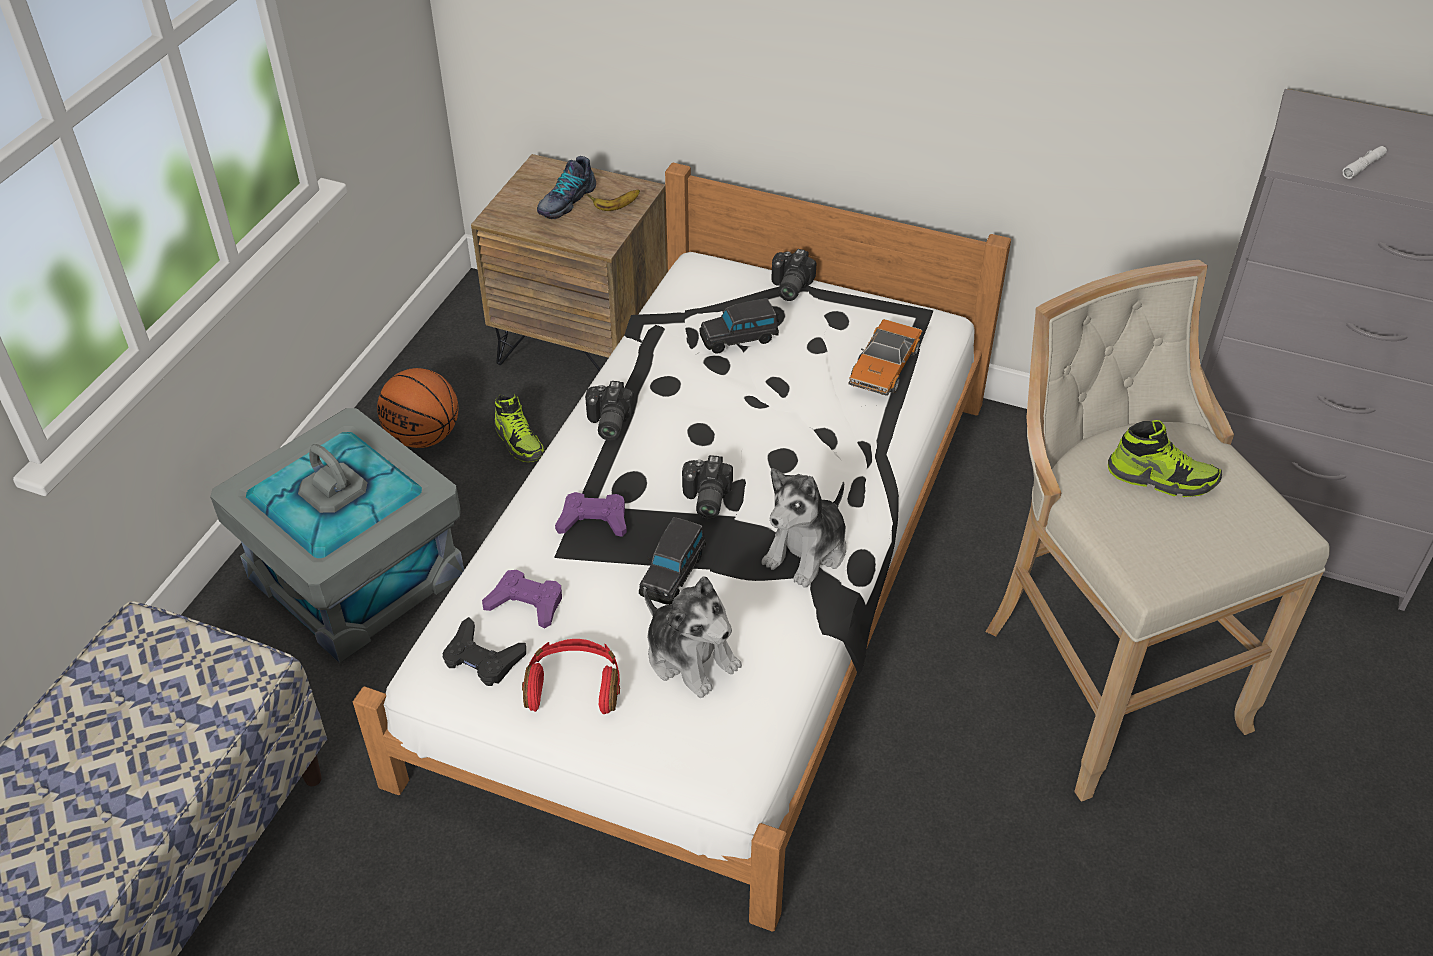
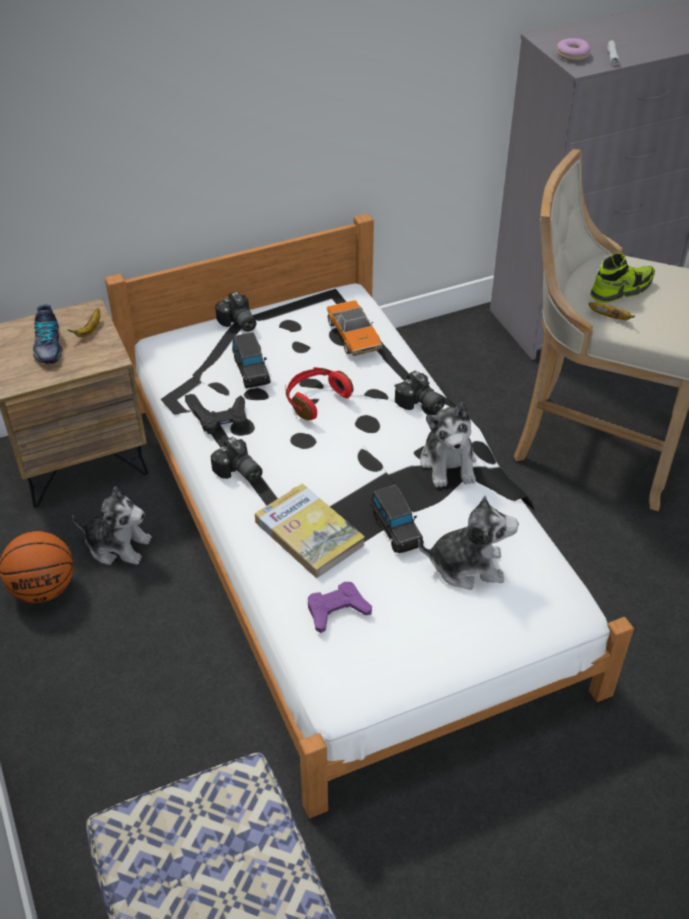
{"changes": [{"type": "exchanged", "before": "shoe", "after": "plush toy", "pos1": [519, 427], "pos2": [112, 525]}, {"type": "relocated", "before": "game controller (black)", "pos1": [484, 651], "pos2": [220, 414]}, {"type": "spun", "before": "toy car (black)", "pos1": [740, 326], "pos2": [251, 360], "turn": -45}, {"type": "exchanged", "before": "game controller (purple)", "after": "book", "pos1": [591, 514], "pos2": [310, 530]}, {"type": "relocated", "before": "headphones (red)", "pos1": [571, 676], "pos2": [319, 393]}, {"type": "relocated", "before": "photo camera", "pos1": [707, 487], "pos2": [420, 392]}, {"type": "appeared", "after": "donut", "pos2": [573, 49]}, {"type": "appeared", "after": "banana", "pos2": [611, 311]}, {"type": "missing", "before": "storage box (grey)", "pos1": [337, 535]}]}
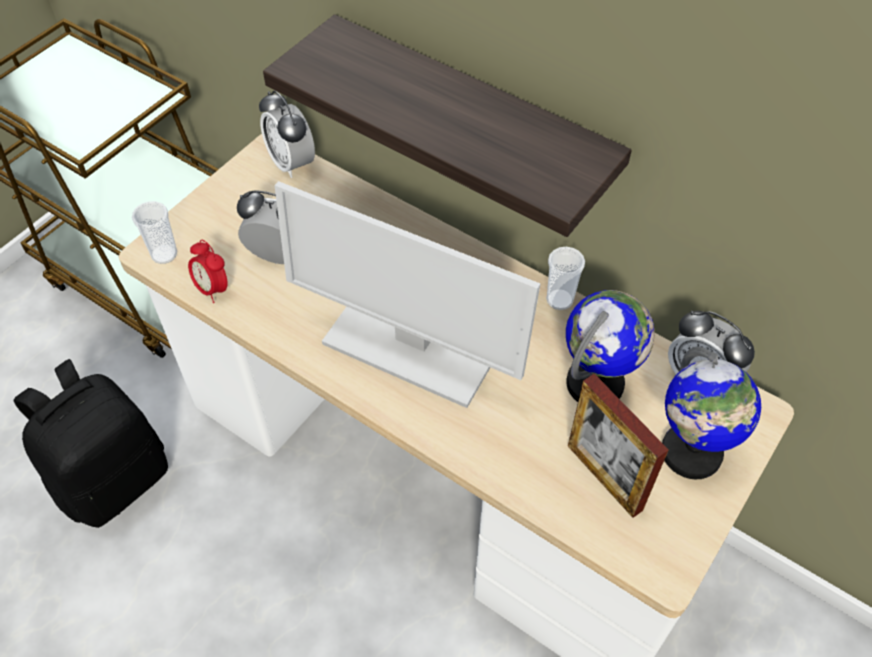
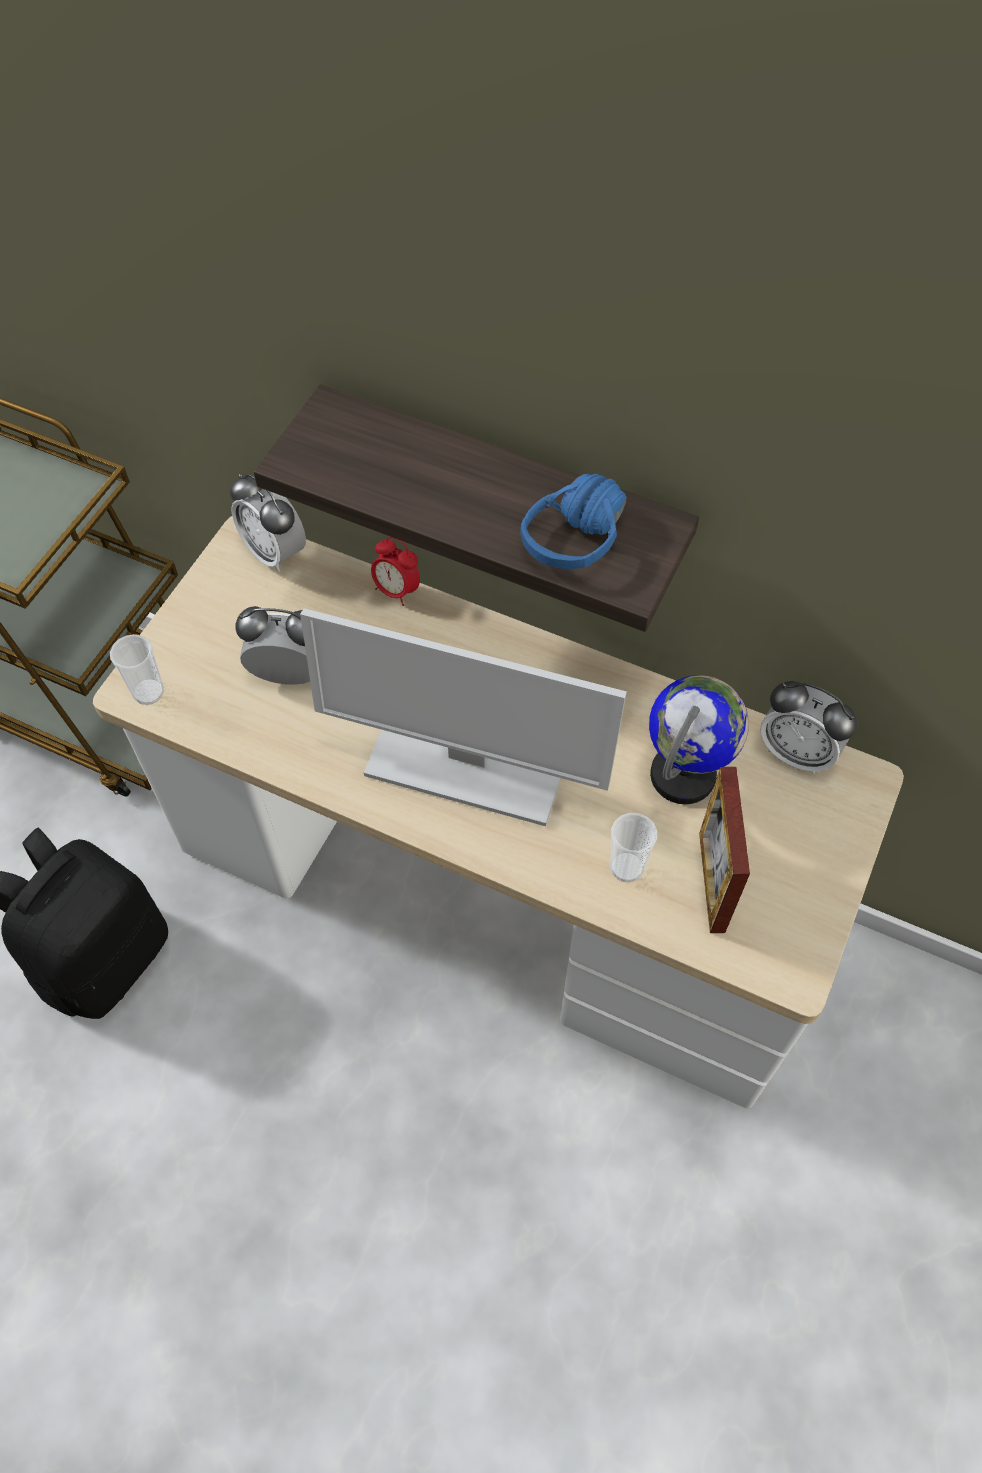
{"changes": [{"type": "relocated", "before": "alarm clock", "pos1": [208, 271], "pos2": [395, 571]}, {"type": "appeared", "after": "headphones (blue)", "pos2": [574, 521]}, {"type": "relocated", "before": "cup", "pos1": [565, 278], "pos2": [633, 847]}, {"type": "spun", "before": "picture frame", "pos1": [618, 446], "pos2": [724, 850], "turn": 45}, {"type": "missing", "before": "globe", "pos1": [711, 413]}]}
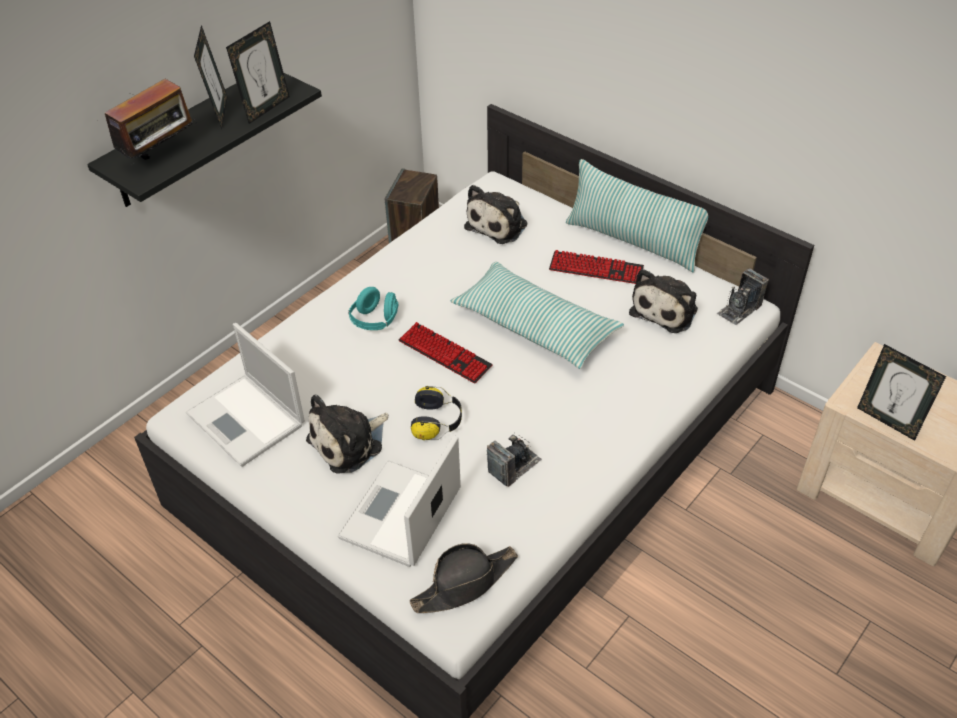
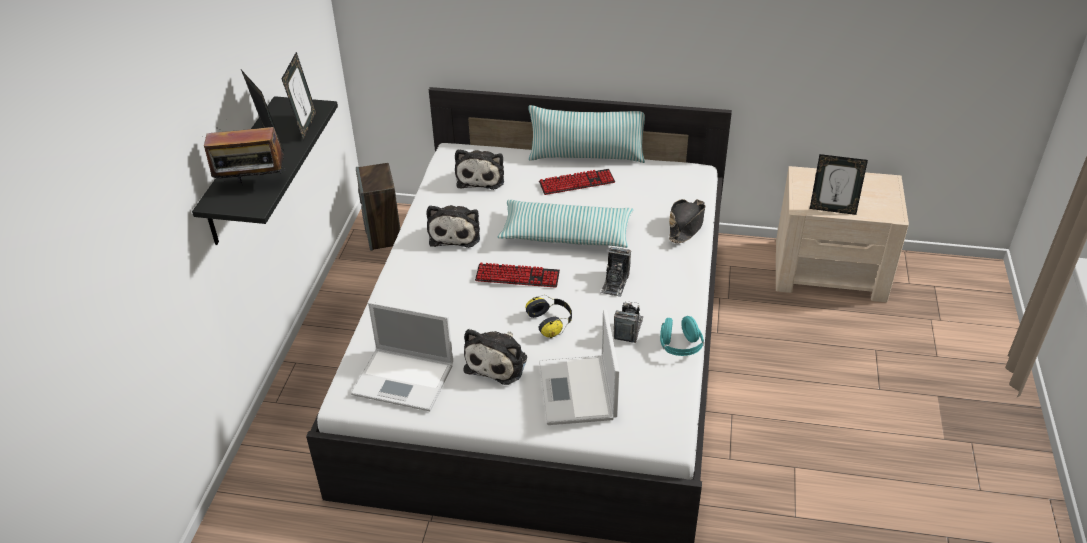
{"changes": [{"type": "spun", "before": "radio", "pos1": [151, 122], "pos2": [244, 155], "turn": 75}, {"type": "relocated", "before": "plush toy", "pos1": [663, 301], "pos2": [453, 226]}, {"type": "relocated", "before": "photo camera", "pos1": [743, 296], "pos2": [616, 272]}, {"type": "relocated", "before": "headphones (turquoise)", "pos1": [373, 308], "pos2": [682, 336]}, {"type": "relocated", "before": "hat (black)", "pos1": [464, 578], "pos2": [687, 221]}]}
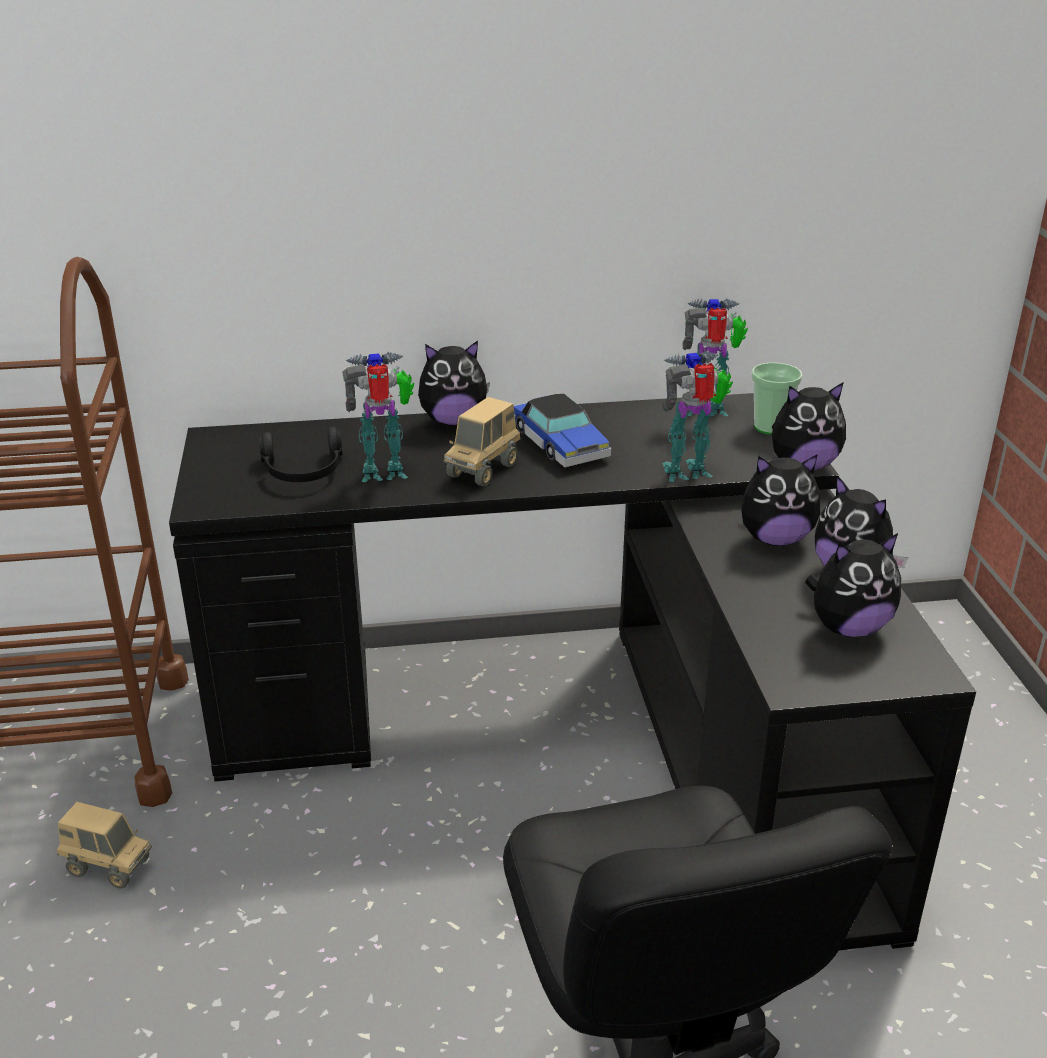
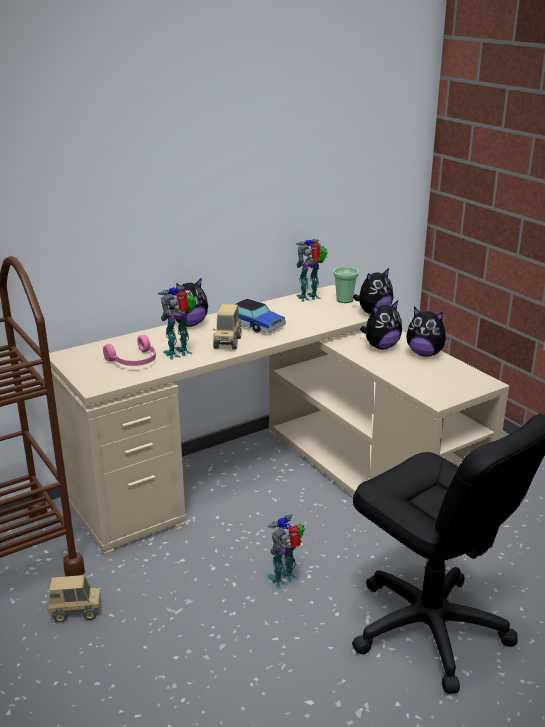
{"changes": [{"type": "colour", "before": "desk (black)", "after": "desk (beige)", "pos1": [572, 671], "pos2": [279, 420]}, {"type": "colour", "before": "headphones (black)", "after": "headphones (pink)", "pos1": [300, 454], "pos2": [129, 350]}, {"type": "relocated", "before": "toy robot", "pos1": [697, 416], "pos2": [286, 551]}, {"type": "missing", "before": "plush toy", "pos1": [853, 585]}]}
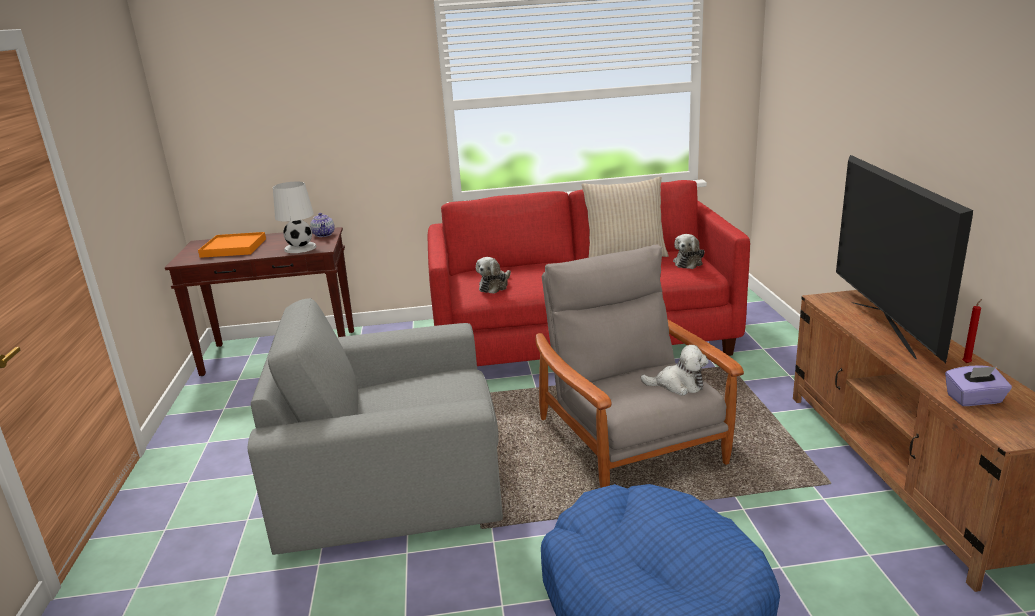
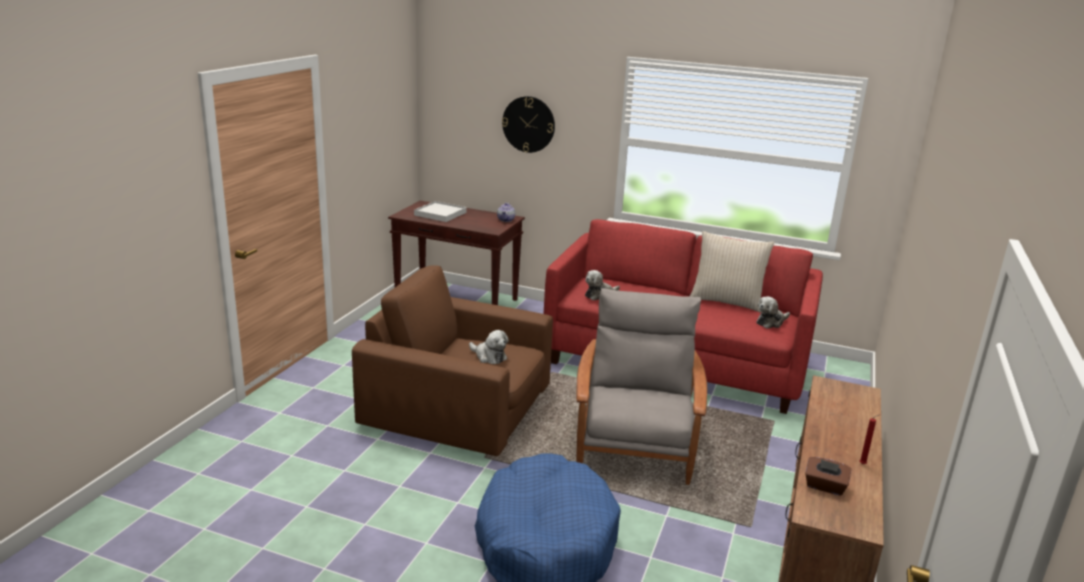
{"changes": [{"type": "colour", "before": "armchair (grey)", "after": "armchair (brown)", "pos1": [375, 426], "pos2": [452, 360]}, {"type": "colour", "before": "tray (orange)", "after": "tray (white)", "pos1": [232, 245], "pos2": [440, 211]}, {"type": "relocated", "before": "plush toy", "pos1": [674, 370], "pos2": [489, 347]}, {"type": "appeared", "after": "wall clock", "pos2": [528, 124]}, {"type": "colour", "before": "tissue box (purple)", "after": "tissue box (brown)", "pos1": [978, 386], "pos2": [828, 476]}, {"type": "missing", "before": "table lamp (white)", "pos1": [295, 217]}, {"type": "missing", "before": "television", "pos1": [904, 259]}]}
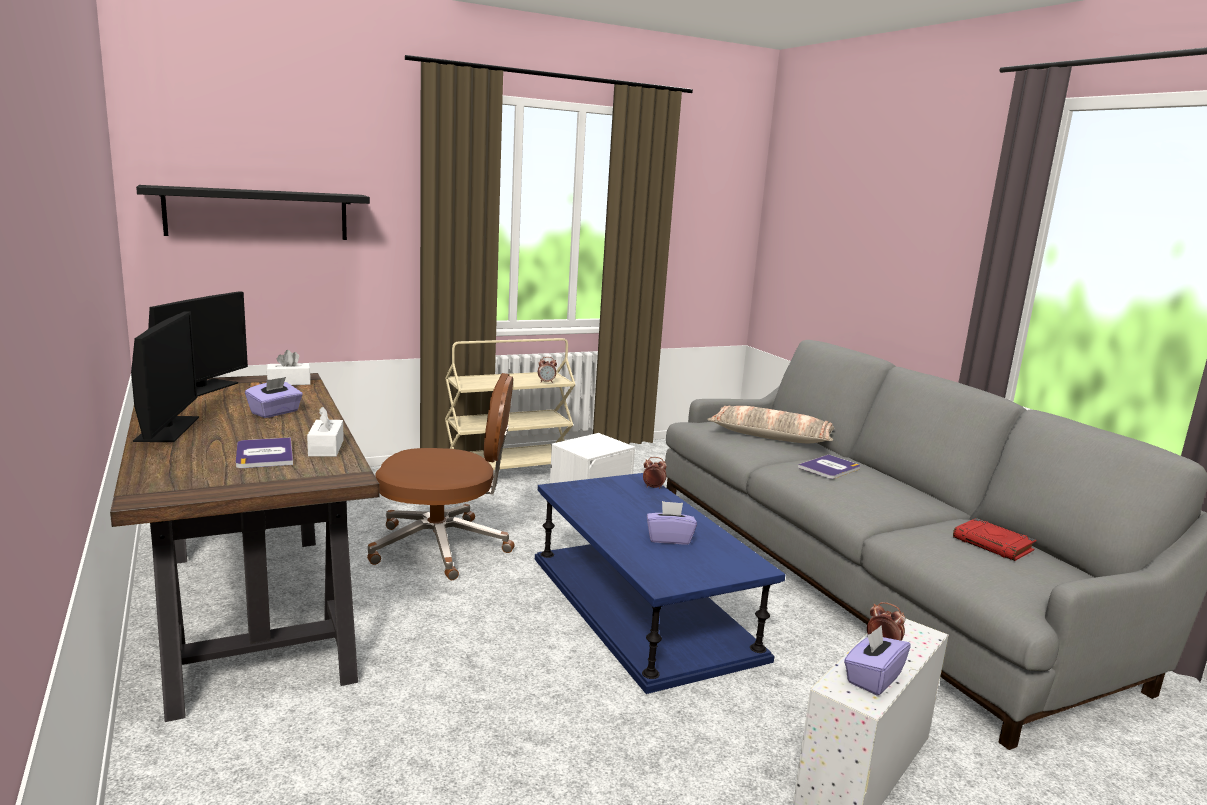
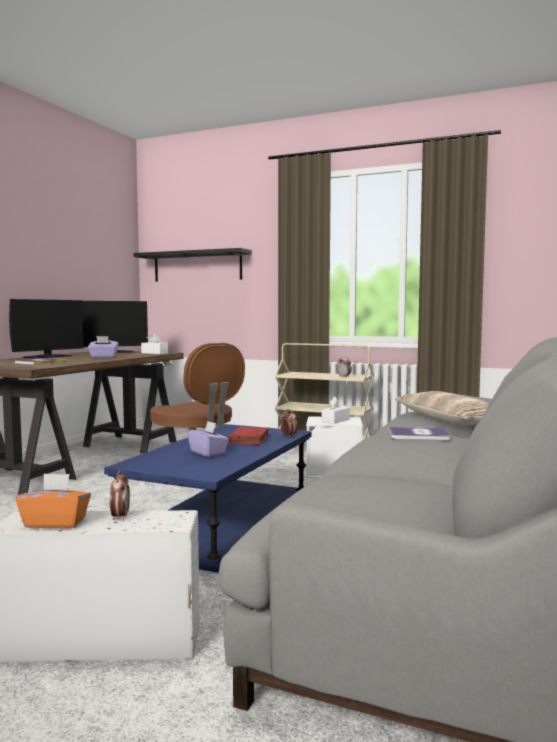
{"changes": [{"type": "colour", "before": "tissue box (purple)", "after": "tissue box (orange)", "pos1": [877, 660], "pos2": [53, 501]}, {"type": "relocated", "before": "book (red)", "pos1": [994, 539], "pos2": [248, 436]}, {"type": "relocated", "before": "tissue box (white)", "pos1": [325, 431], "pos2": [336, 410]}]}
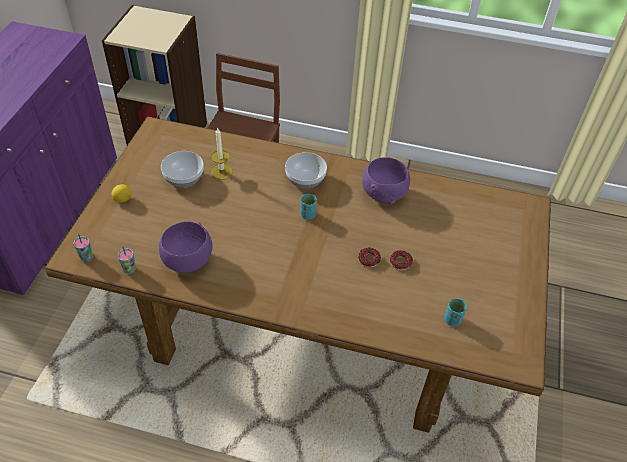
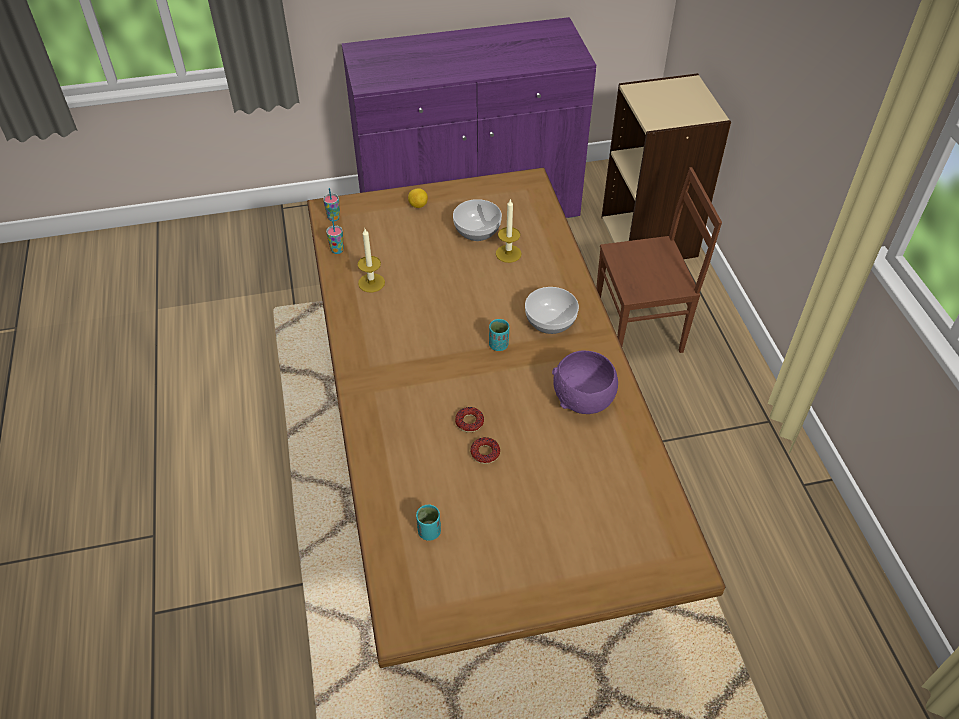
{"changes": [{"type": "exchanged", "before": "bowl (purple)", "after": "candle", "pos1": [185, 247], "pos2": [371, 260]}]}
